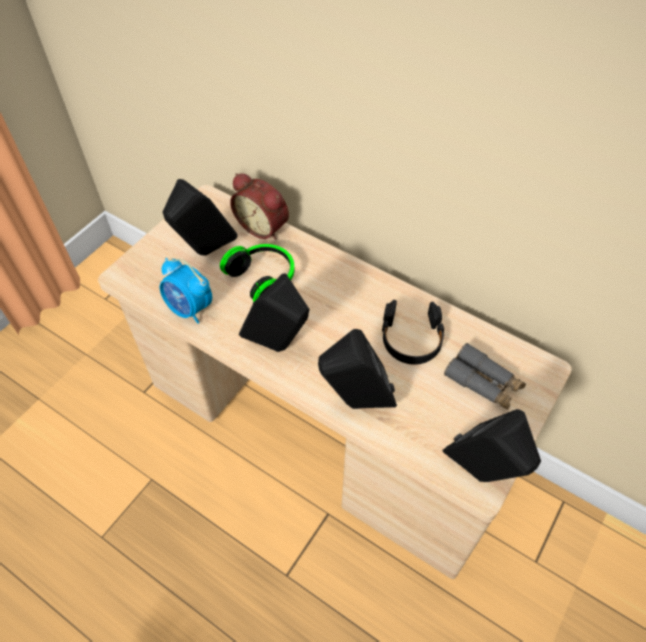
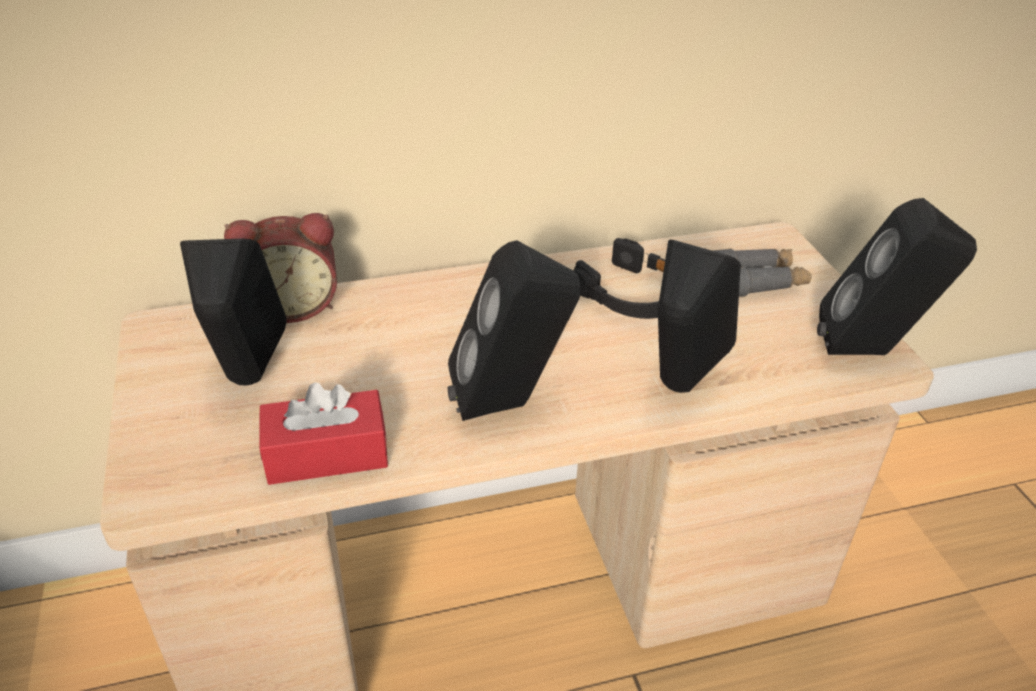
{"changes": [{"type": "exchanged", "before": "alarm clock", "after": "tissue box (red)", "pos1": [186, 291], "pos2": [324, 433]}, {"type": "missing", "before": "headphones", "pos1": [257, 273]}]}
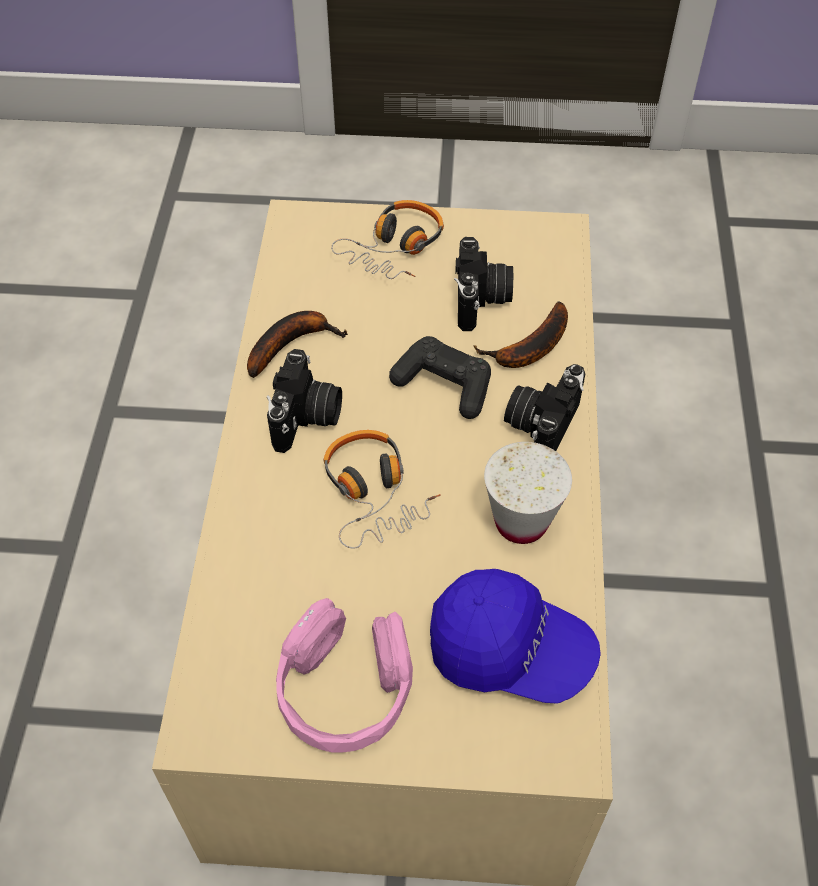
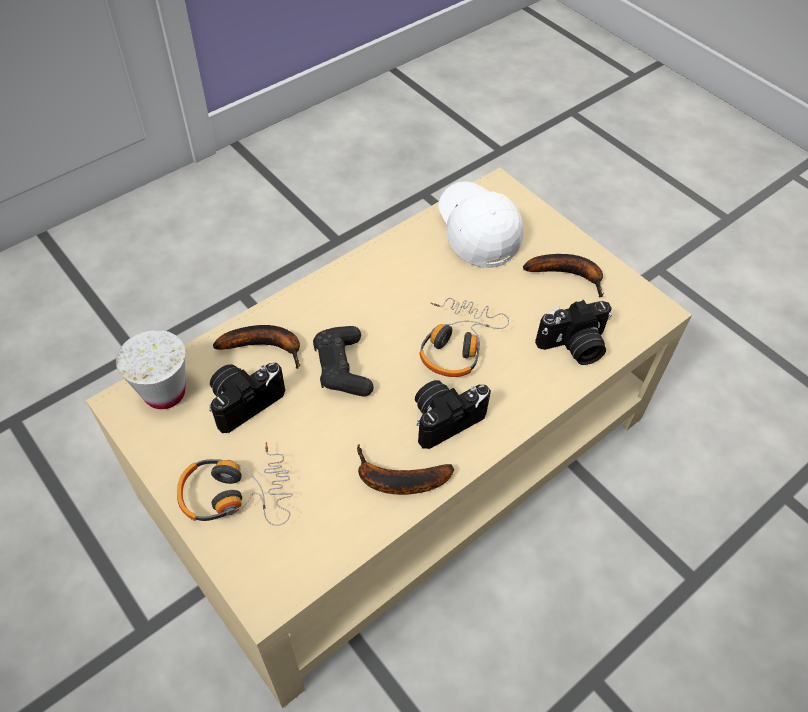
{"changes": [{"type": "relocated", "before": "cup (white)", "pos1": [528, 493], "pos2": [150, 369]}, {"type": "colour", "before": "cap (blue)", "after": "cap (white)", "pos1": [515, 636], "pos2": [480, 224]}, {"type": "exchanged", "before": "headphones (pink)", "after": "banana", "pos1": [344, 675], "pos2": [563, 275]}, {"type": "relocated", "before": "photo camera", "pos1": [544, 407], "pos2": [573, 332]}]}
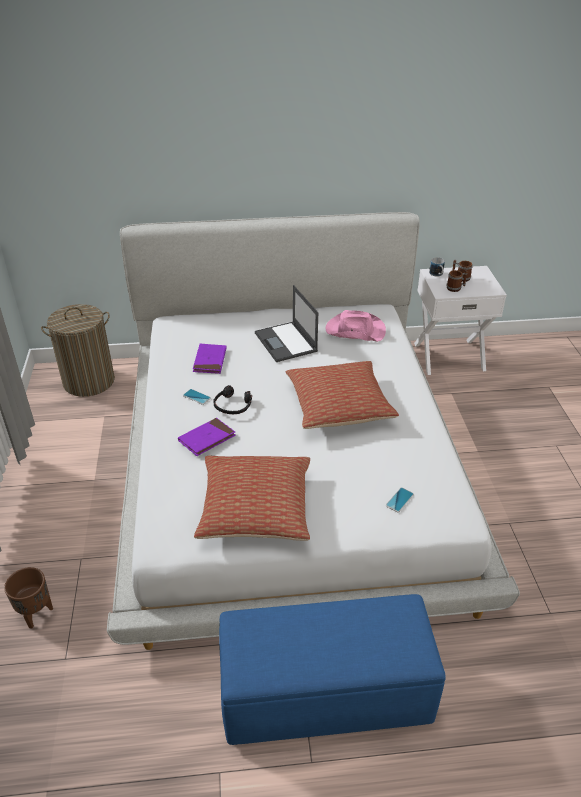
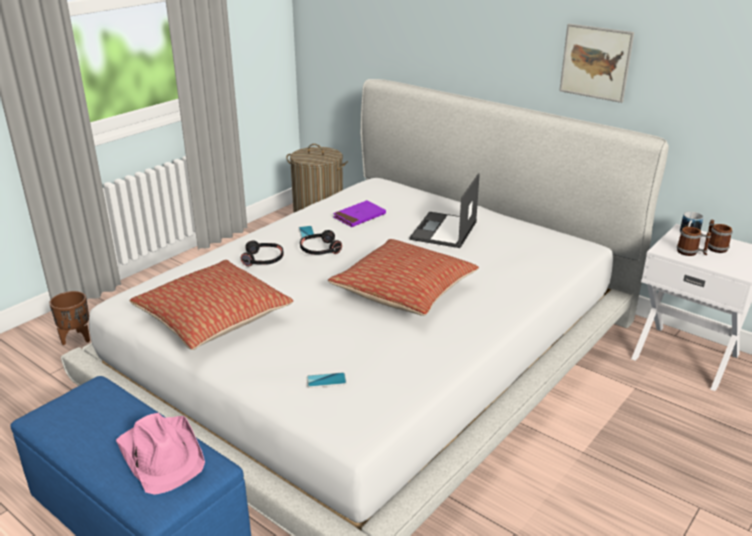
{"changes": [{"type": "relocated", "before": "hat (pink)", "pos1": [355, 326], "pos2": [160, 454]}, {"type": "exchanged", "before": "book (purple)", "after": "headphones (black)", "pos1": [207, 437], "pos2": [262, 253]}, {"type": "appeared", "after": "picture", "pos2": [596, 63]}]}
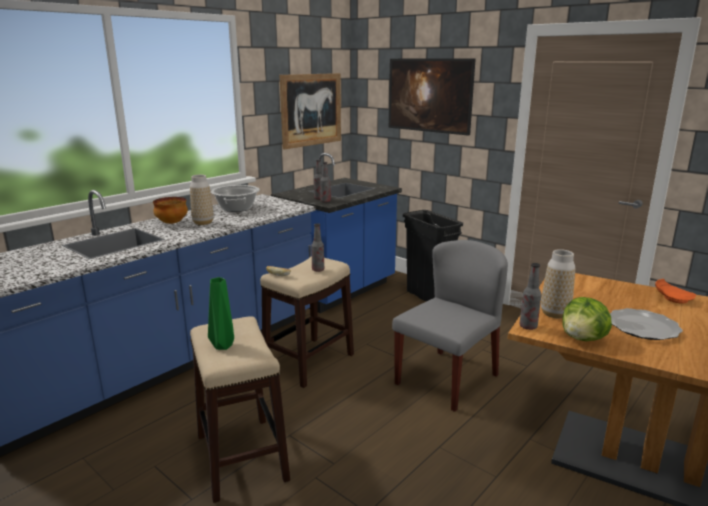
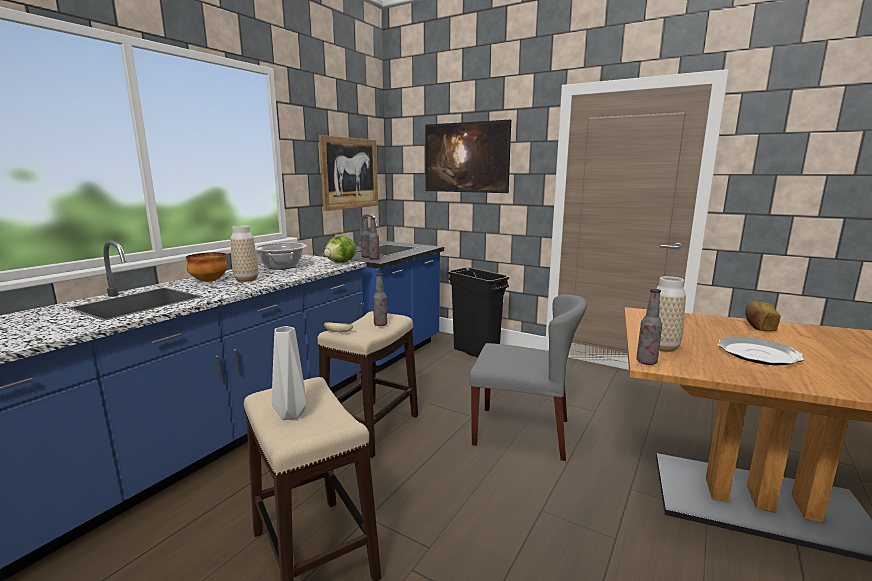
{"changes": [{"type": "colour", "before": "vase (green)", "after": "vase (grey)", "pos1": [221, 313], "pos2": [289, 373]}, {"type": "relocated", "before": "lettuce", "pos1": [587, 319], "pos2": [340, 249]}, {"type": "spun", "before": "chair (grey)", "pos1": [450, 326], "pos2": [528, 377], "turn": 75}, {"type": "exchanged", "before": "plate (orange)", "after": "bread", "pos1": [675, 291], "pos2": [763, 316]}]}
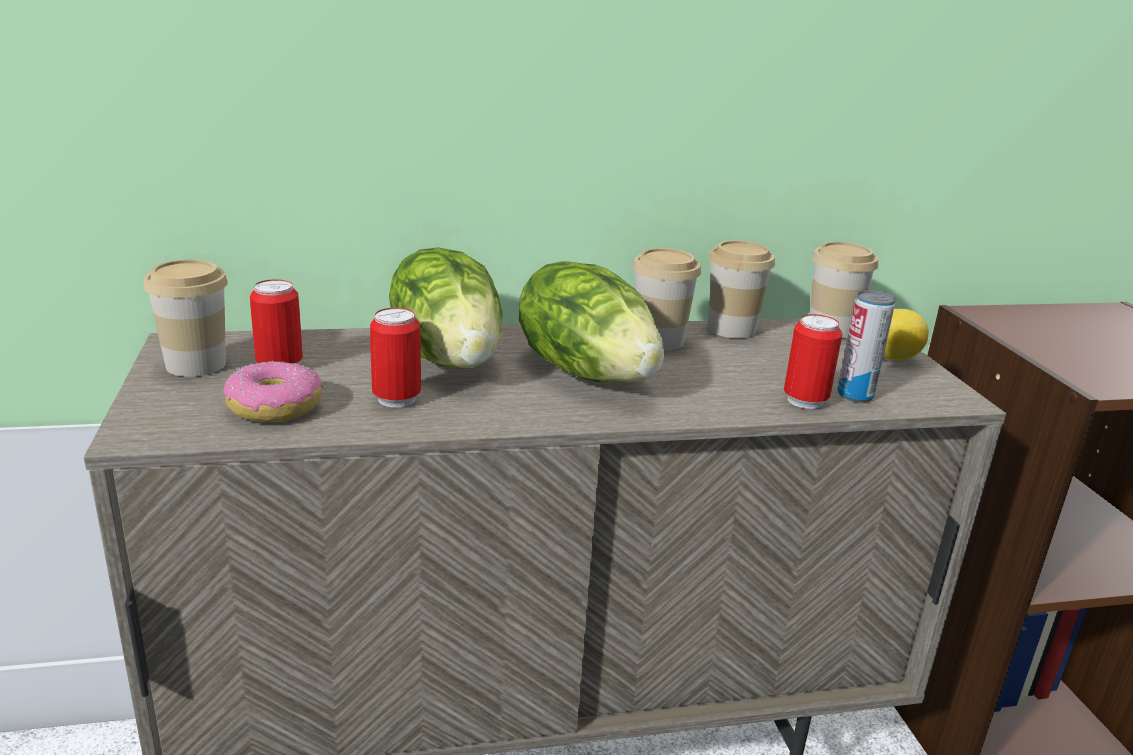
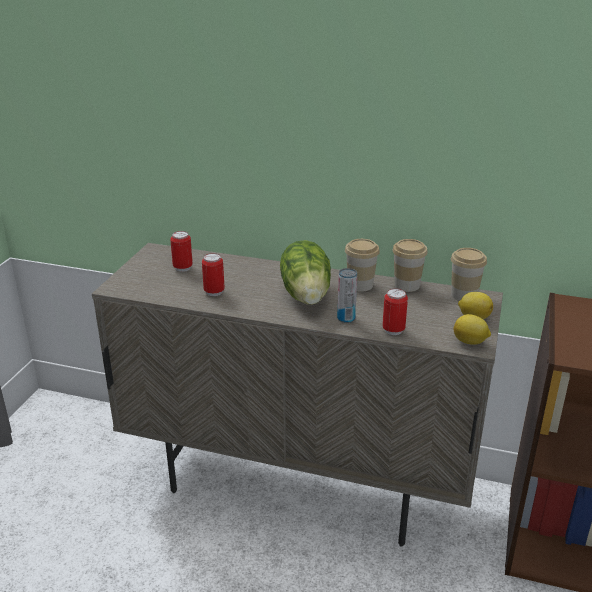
{"changes": [{"type": "relocated", "before": "can", "pos1": [866, 346], "pos2": [347, 295]}, {"type": "appeared", "after": "lemon", "pos2": [472, 329]}, {"type": "missing", "before": "cup", "pos1": [185, 318]}, {"type": "missing", "before": "donut", "pos1": [273, 391]}, {"type": "missing", "before": "lettuce", "pos1": [446, 307]}]}
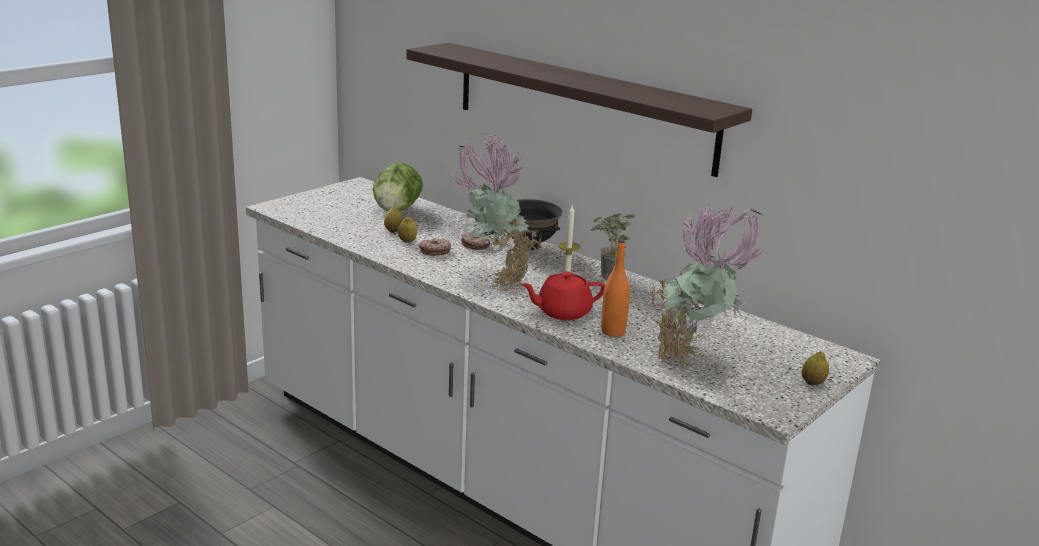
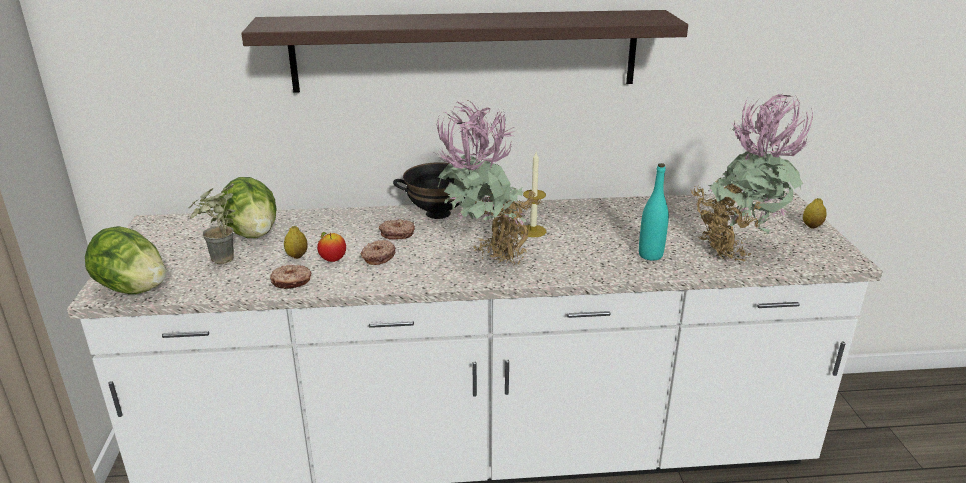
{"changes": [{"type": "appeared", "after": "lettuce", "pos2": [125, 260]}, {"type": "relocated", "before": "potted plant", "pos1": [613, 246], "pos2": [212, 223]}, {"type": "appeared", "after": "donut", "pos2": [291, 277]}, {"type": "exchanged", "before": "lemon", "after": "apple", "pos1": [407, 229], "pos2": [331, 247]}, {"type": "colour", "before": "bottle (orange)", "after": "bottle (turquoise)", "pos1": [615, 288], "pos2": [654, 212]}, {"type": "missing", "before": "teapot (red)", "pos1": [563, 295]}]}
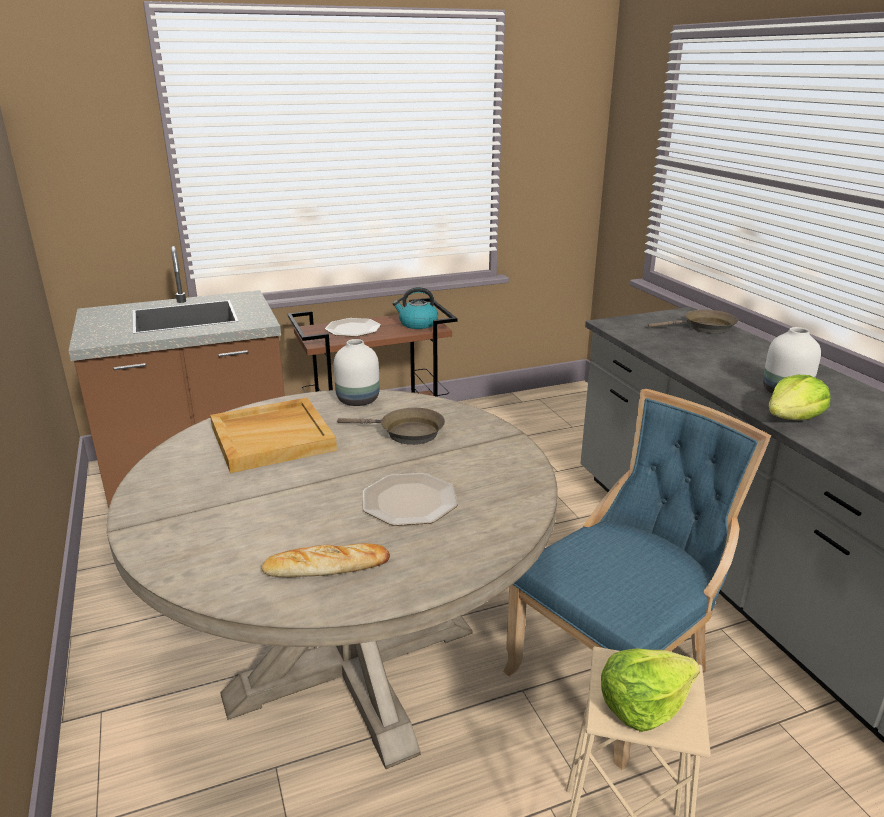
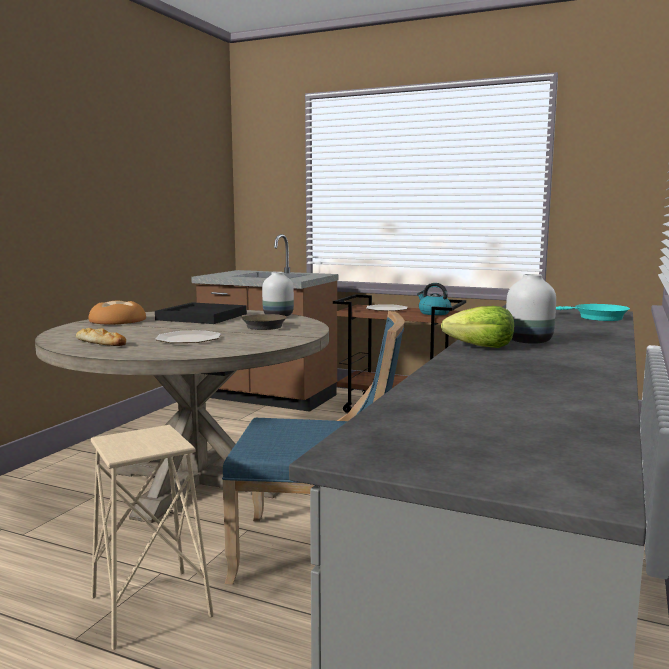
{"changes": [{"type": "appeared", "after": "bread", "pos2": [117, 312]}, {"type": "colour", "before": "tray (beige)", "after": "tray (black)", "pos1": [273, 435], "pos2": [201, 313]}, {"type": "colour", "before": "frying pan (brown)", "after": "frying pan (turquoise)", "pos1": [693, 322], "pos2": [593, 312]}, {"type": "missing", "before": "lettuce", "pos1": [650, 690]}]}
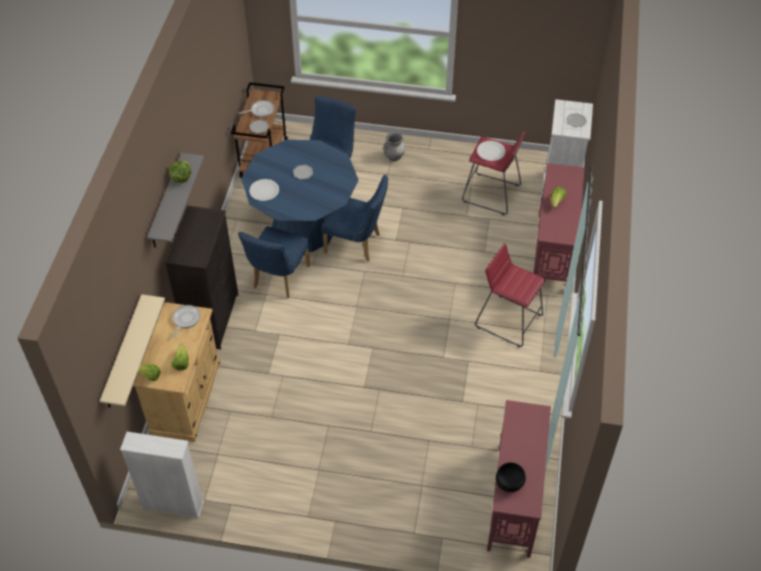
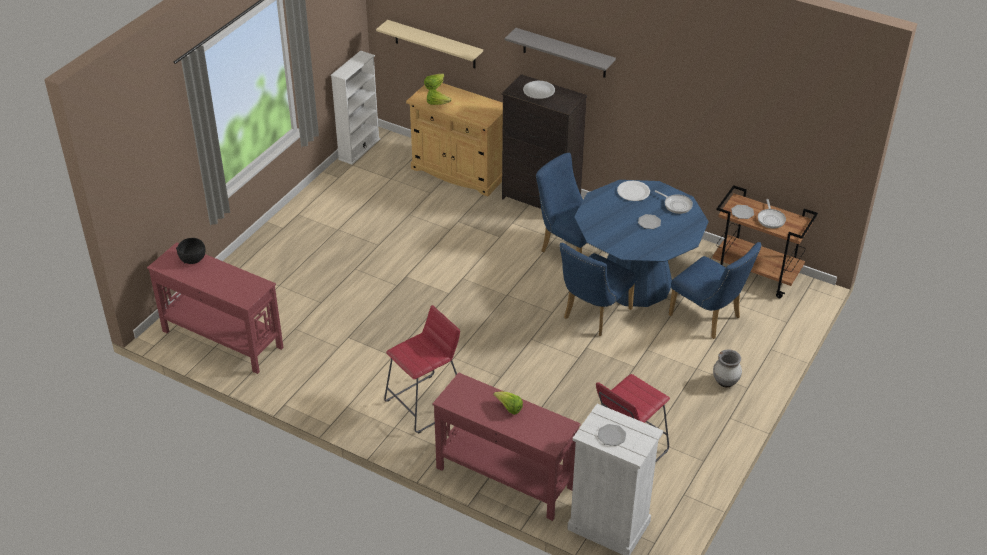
{"changes": [{"type": "relocated", "before": "plate (white)", "pos1": [491, 151], "pos2": [539, 90]}, {"type": "relocated", "before": "frying pan", "pos1": [186, 321], "pos2": [674, 202]}, {"type": "missing", "before": "lettuce", "pos1": [180, 172]}]}
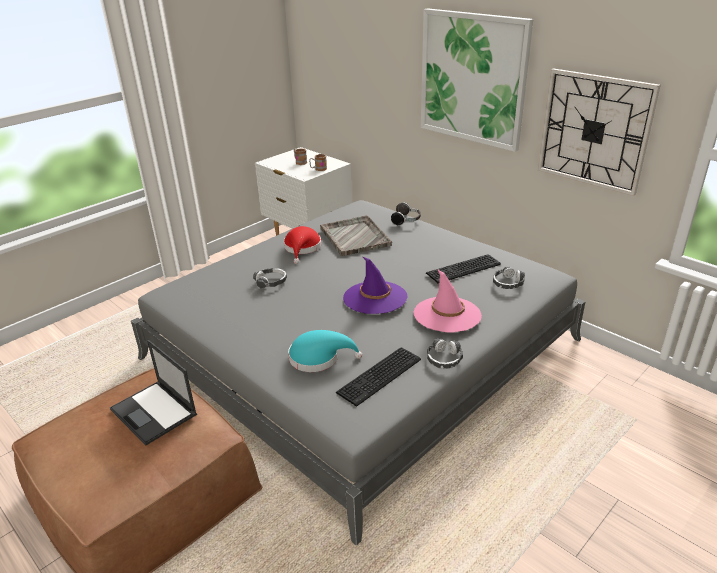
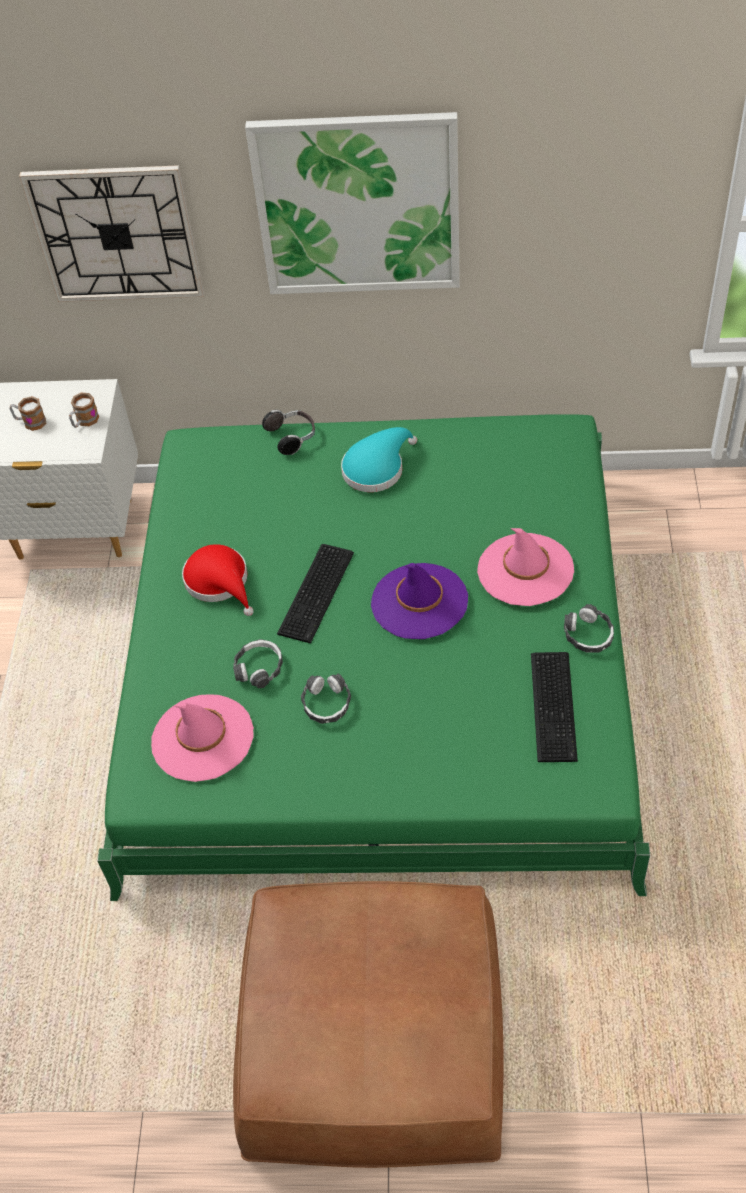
{"changes": [{"type": "relocated", "before": "wall clock", "pos1": [599, 132], "pos2": [111, 233]}, {"type": "colour", "before": "bed (grey)", "after": "bed (green)", "pos1": [358, 373], "pos2": [373, 657]}, {"type": "appeared", "after": "hat (pink)", "pos2": [202, 738]}, {"type": "relocated", "before": "keyboard", "pos1": [463, 268], "pos2": [315, 593]}, {"type": "relocated", "before": "headphones", "pos1": [509, 278], "pos2": [326, 699]}, {"type": "relocated", "before": "hat (turquoise)", "pos1": [325, 351], "pos2": [379, 459]}, {"type": "missing", "before": "laptop", "pos1": [153, 393]}, {"type": "missing", "before": "tray (grey)", "pos1": [356, 235]}]}
